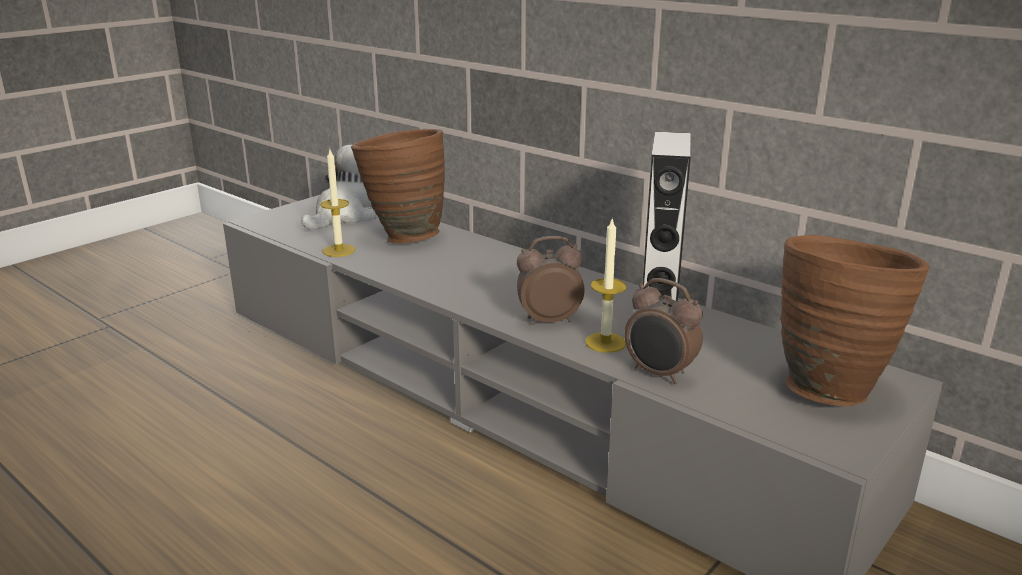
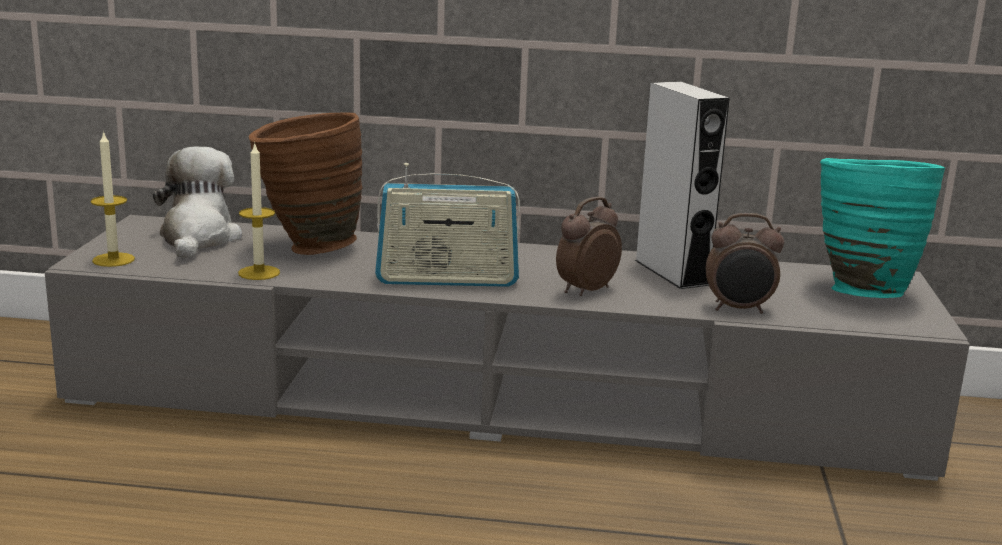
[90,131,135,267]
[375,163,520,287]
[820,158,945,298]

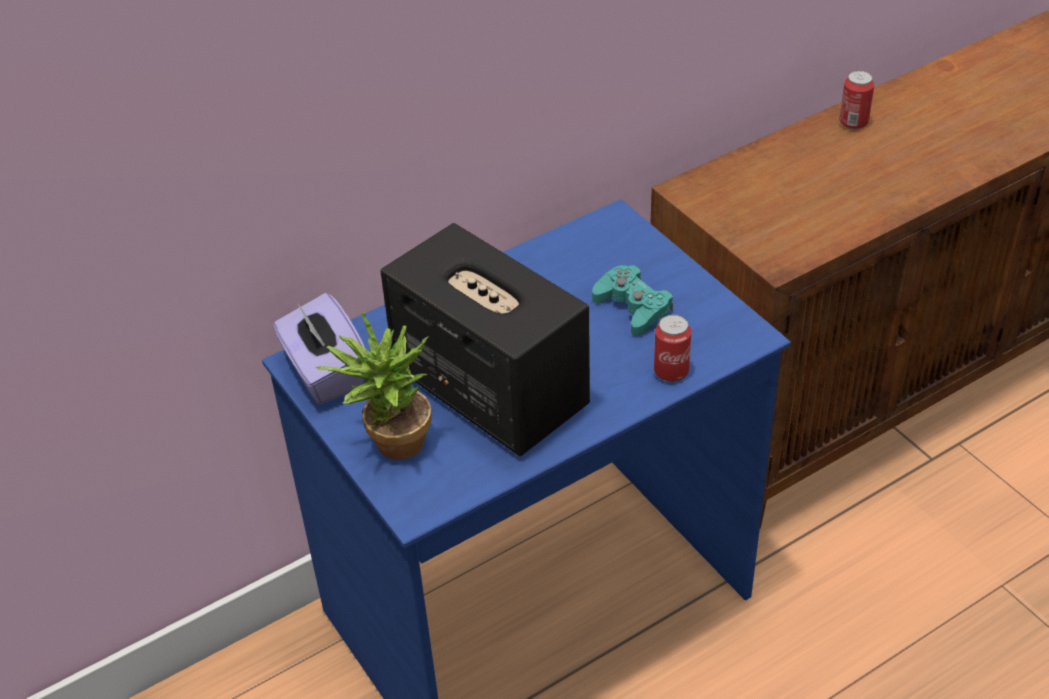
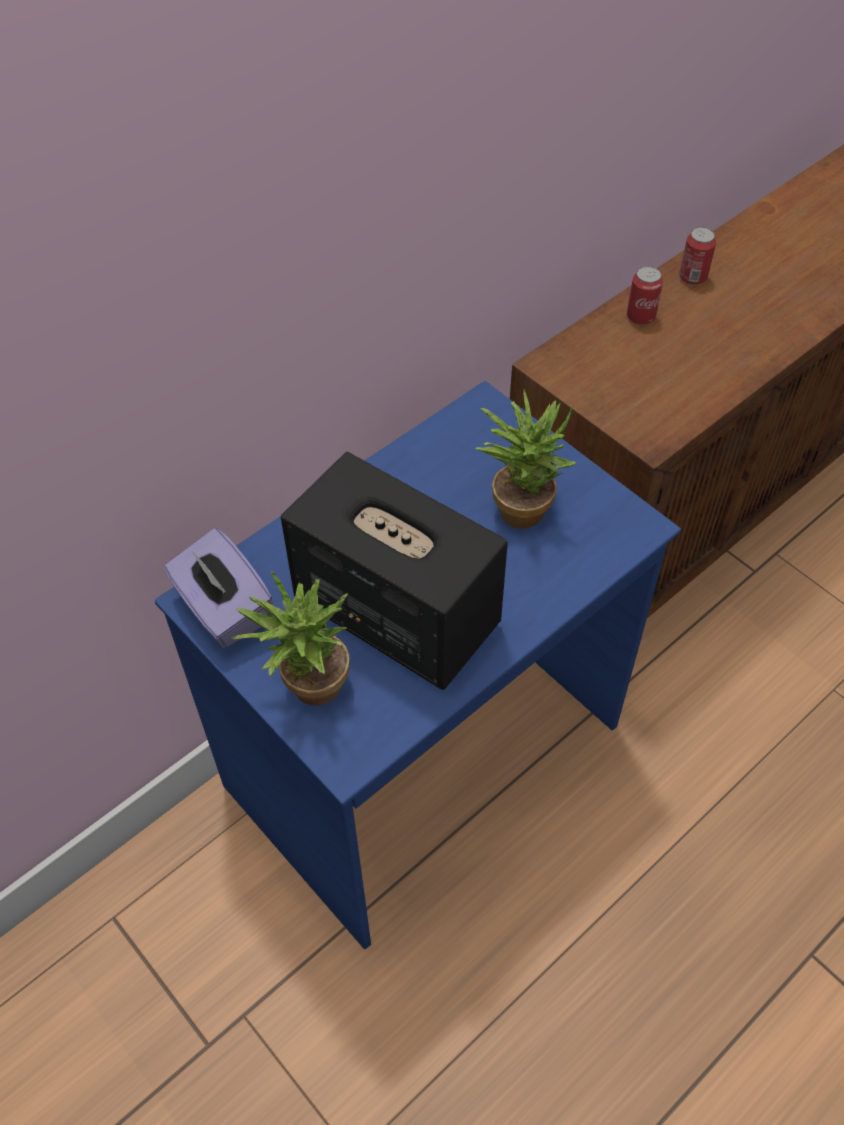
[475,389,576,529]
[627,266,663,325]

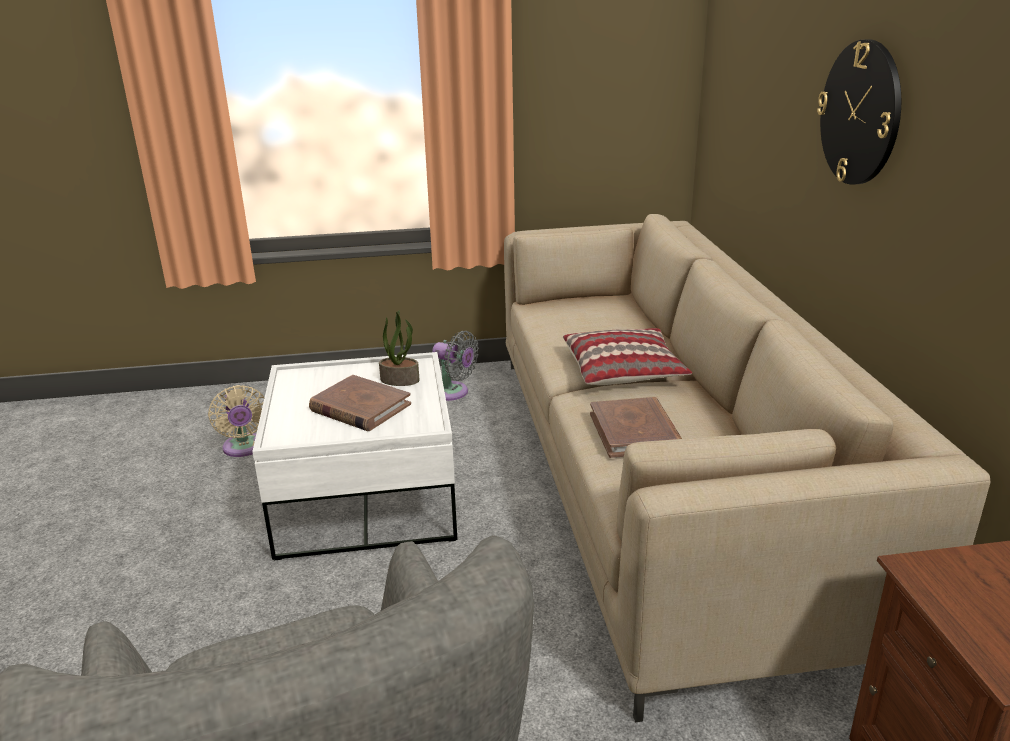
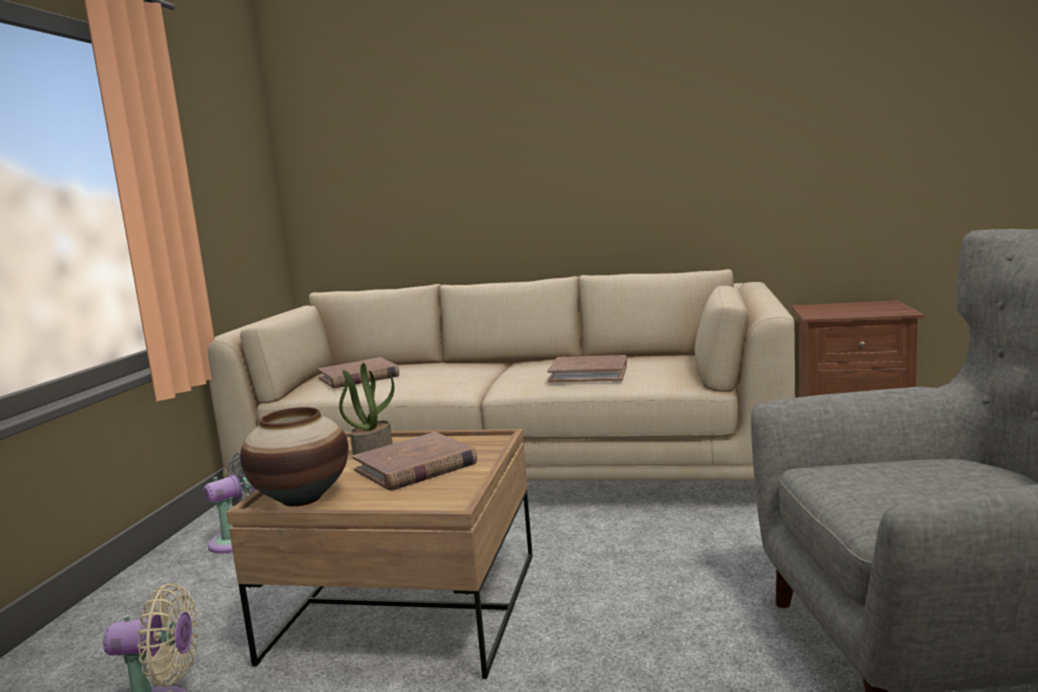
[226,429,533,679]
[240,407,348,507]
[318,357,399,388]
[563,328,692,385] (first image)
[817,39,901,185] (first image)

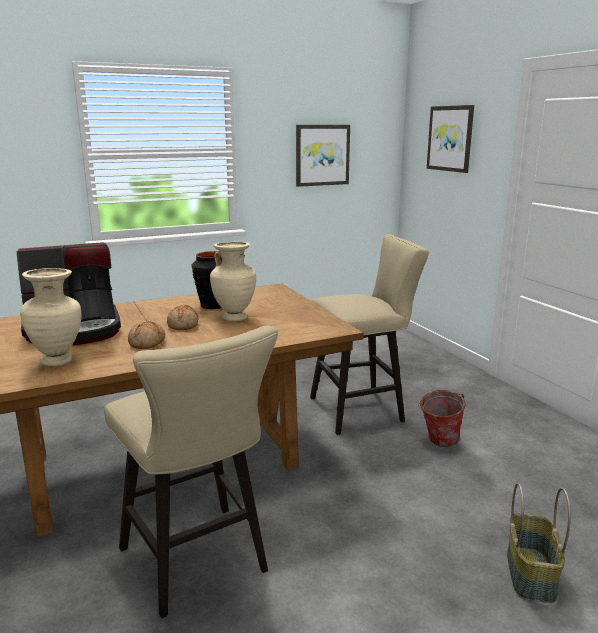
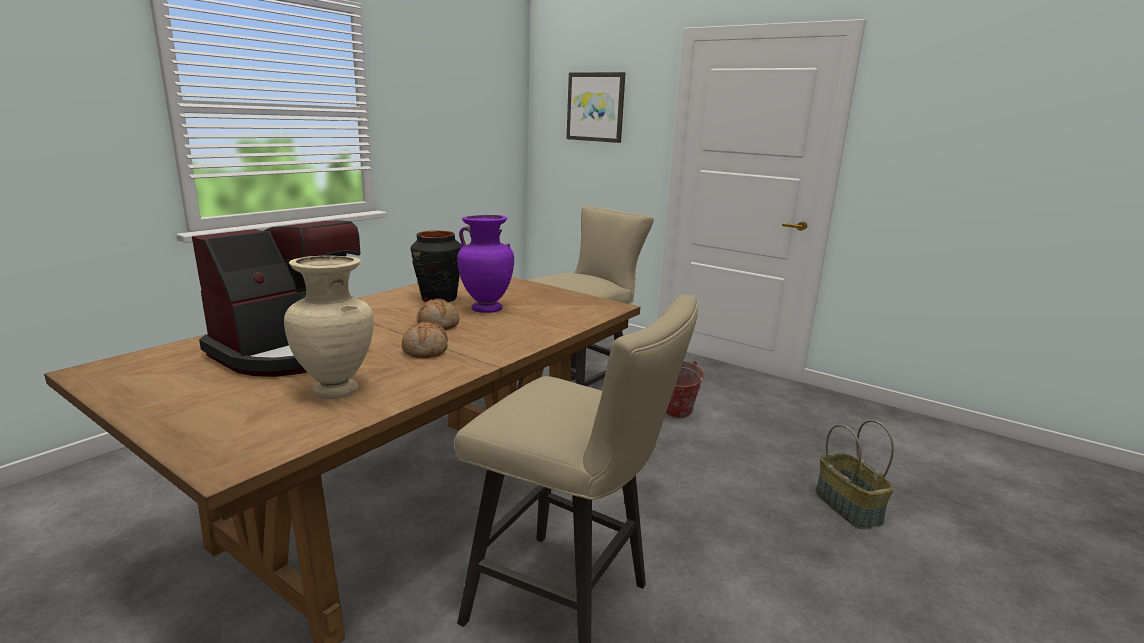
[457,215,514,313]
[296,125,350,187] (first image)

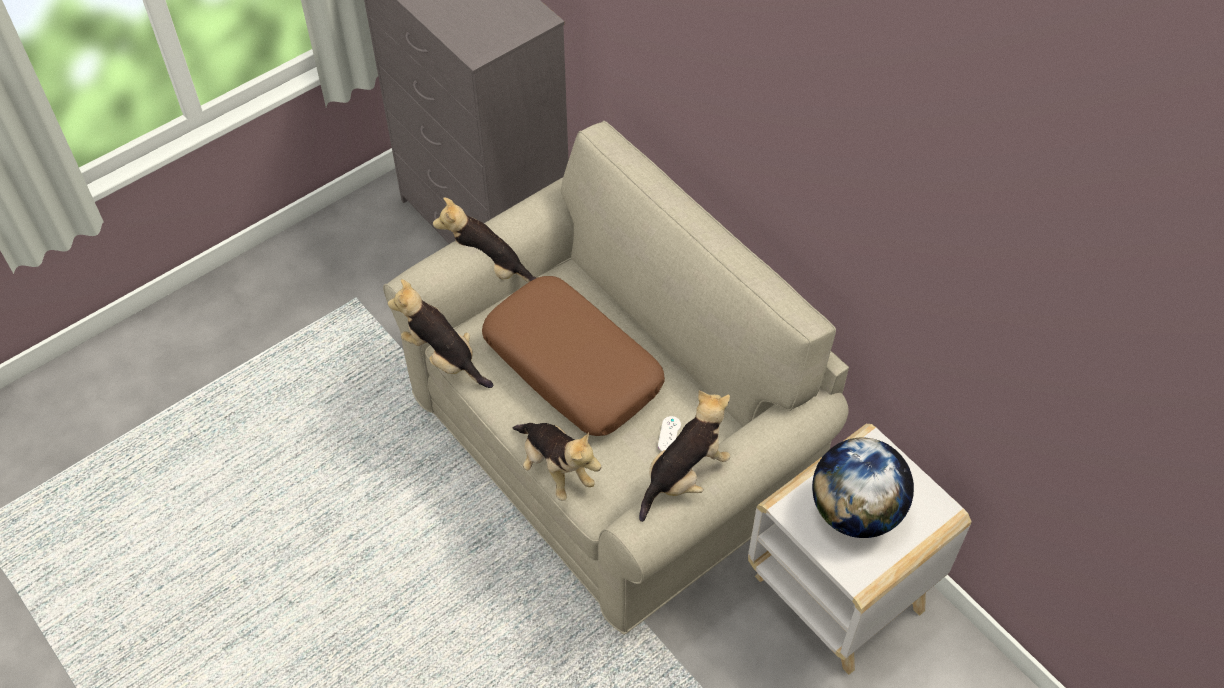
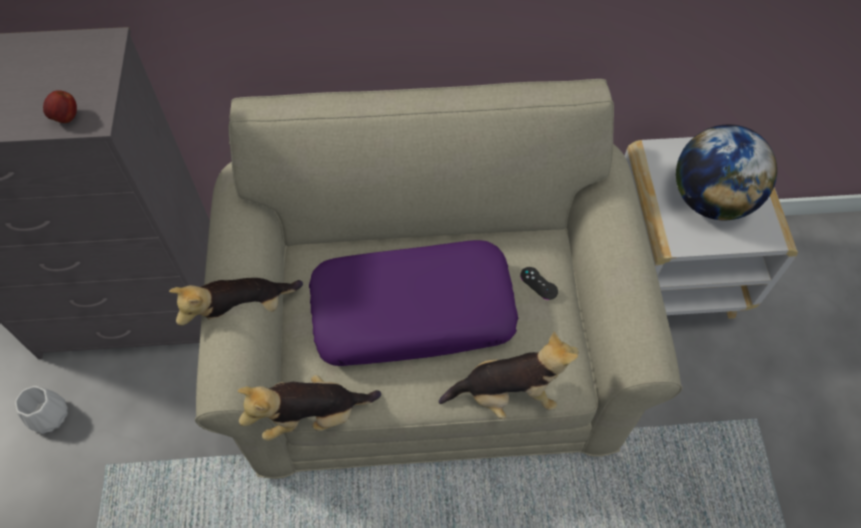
[15,386,68,434]
[43,90,77,123]
[309,240,518,366]
[520,267,558,300]
[639,390,730,522] (first image)

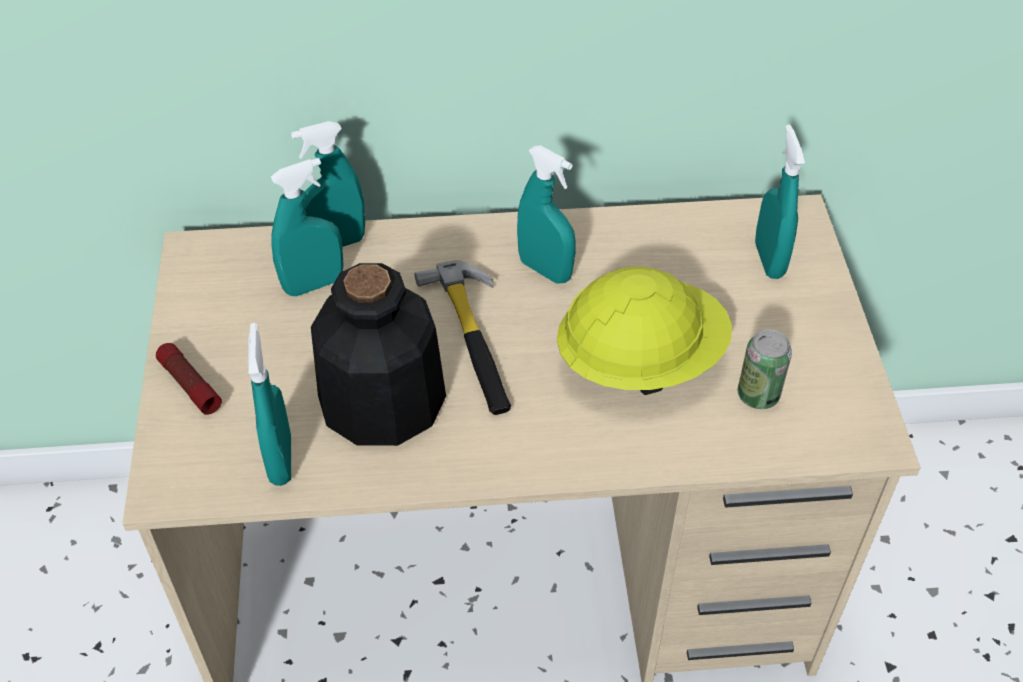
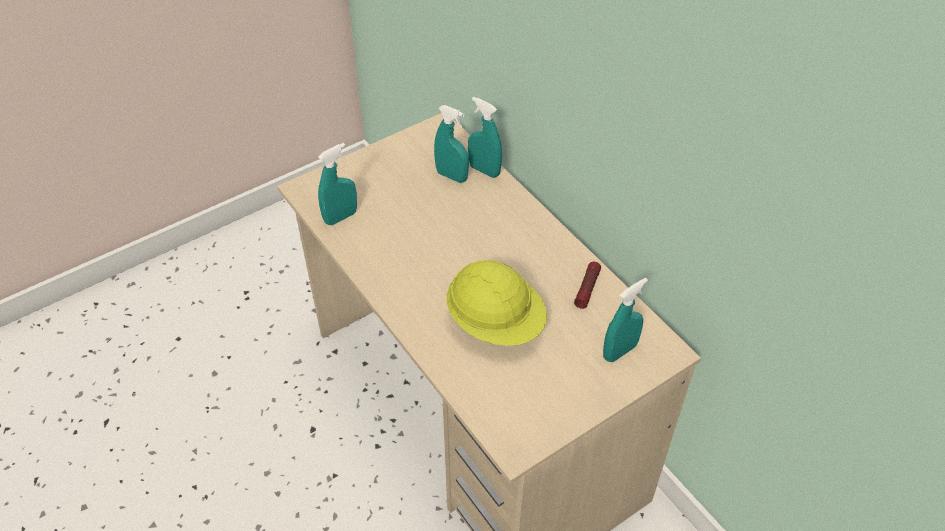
[574,262,601,309]
[311,263,446,446] (first image)
[415,260,511,415] (first image)
[517,145,575,284] (first image)
[738,329,792,409] (first image)

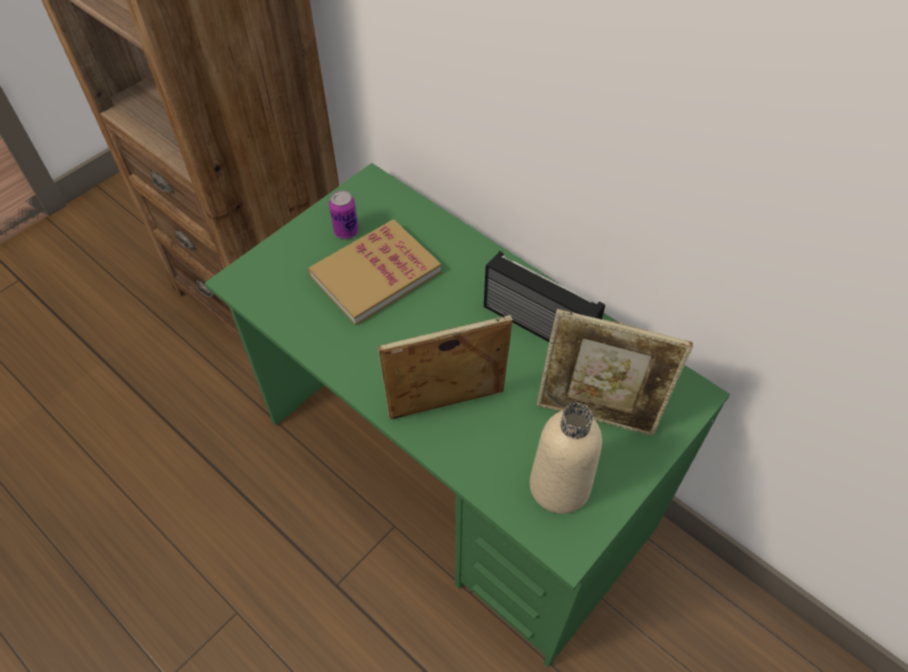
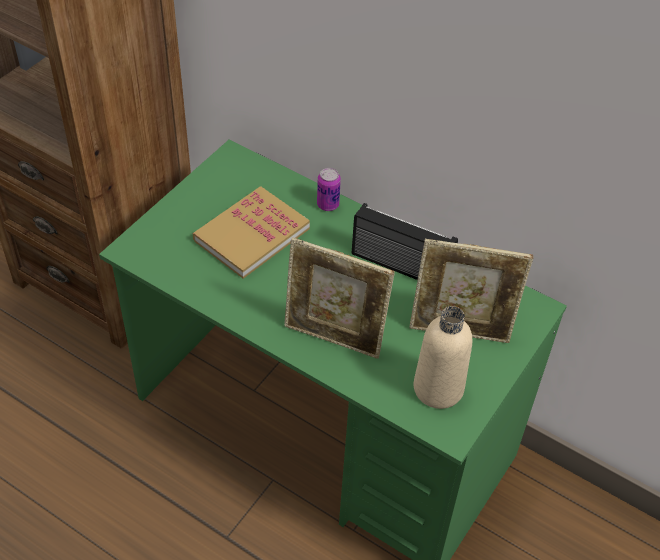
[284,237,395,359]
[317,168,341,211]

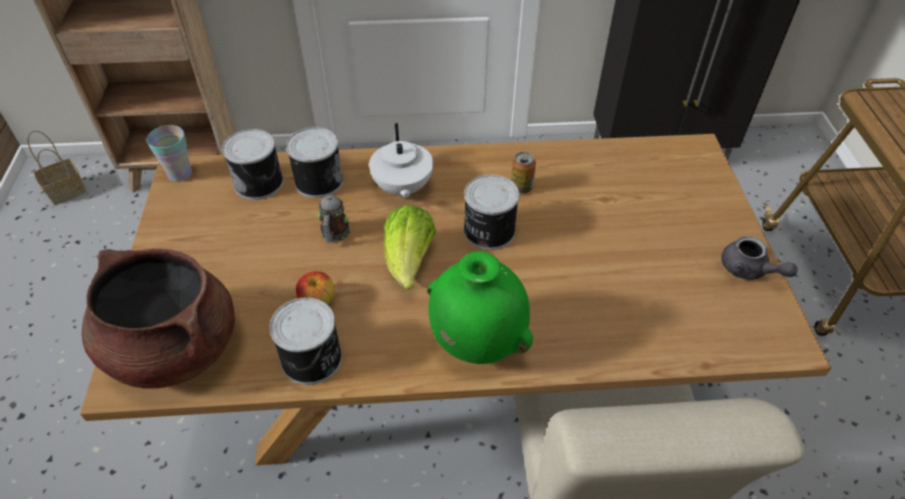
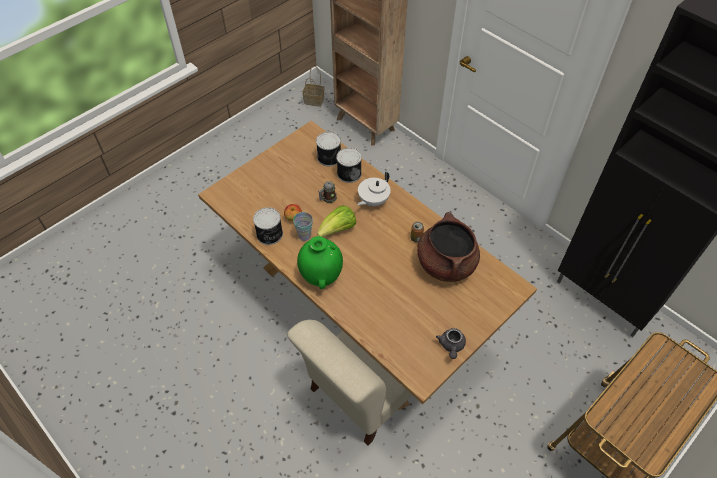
[293,212,313,241]
[417,212,480,282]
[464,175,519,250] (first image)

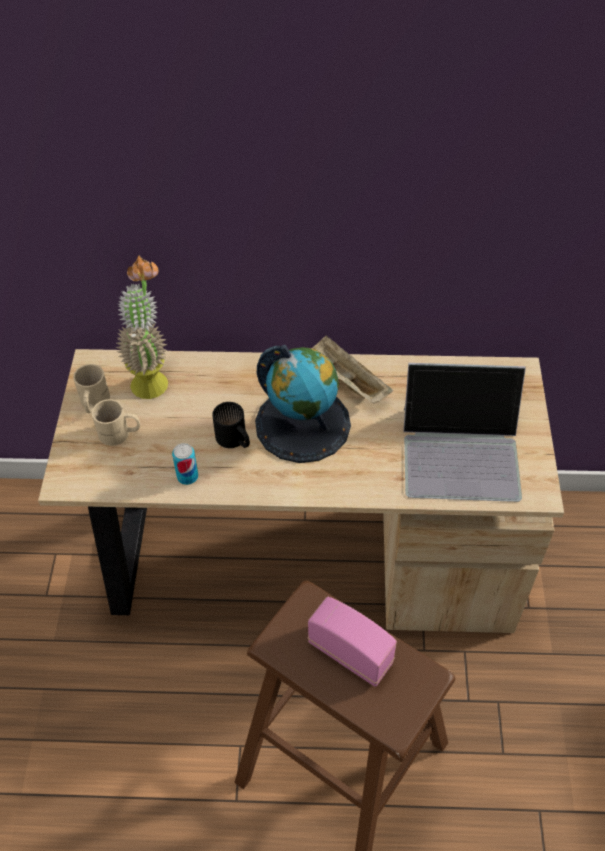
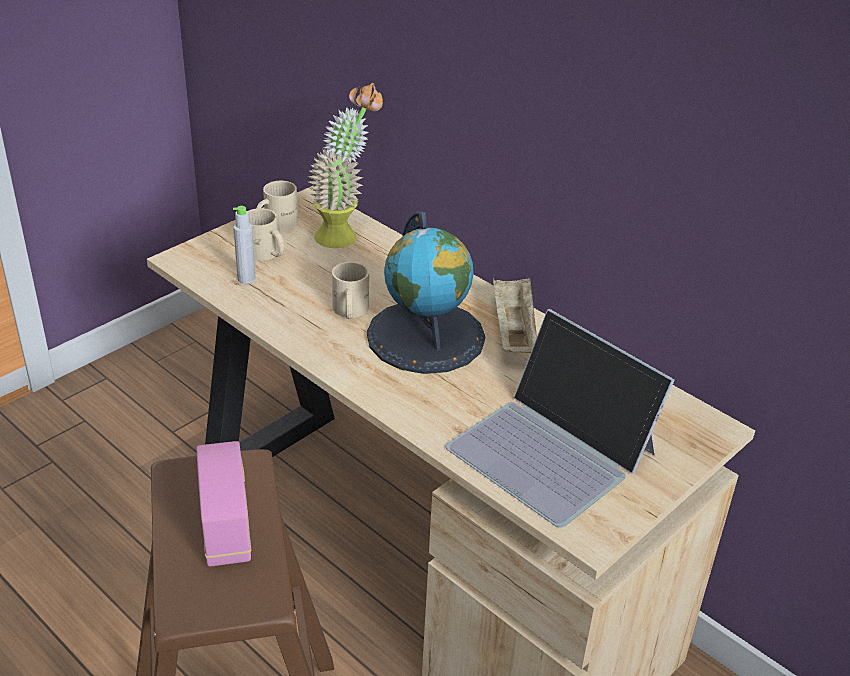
[233,206,256,284]
[332,262,369,319]
[172,443,198,485] (first image)

